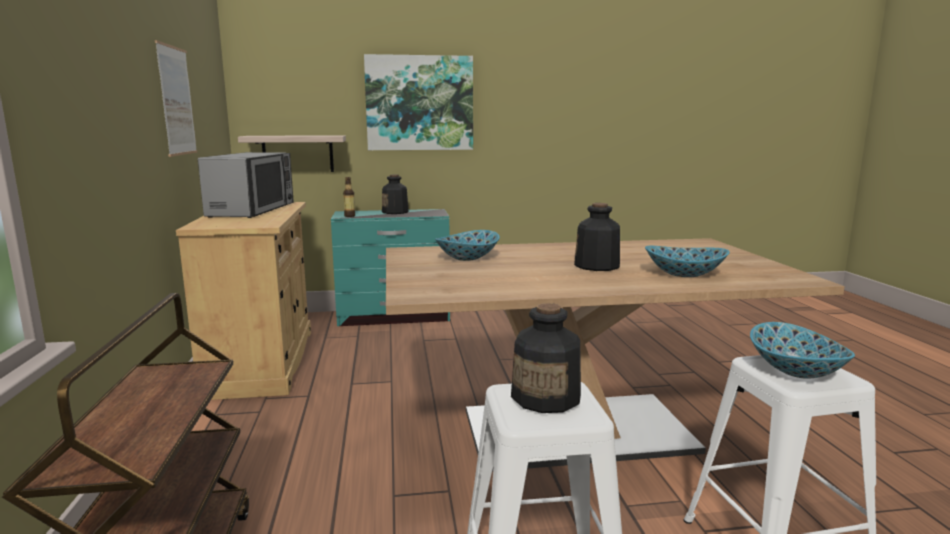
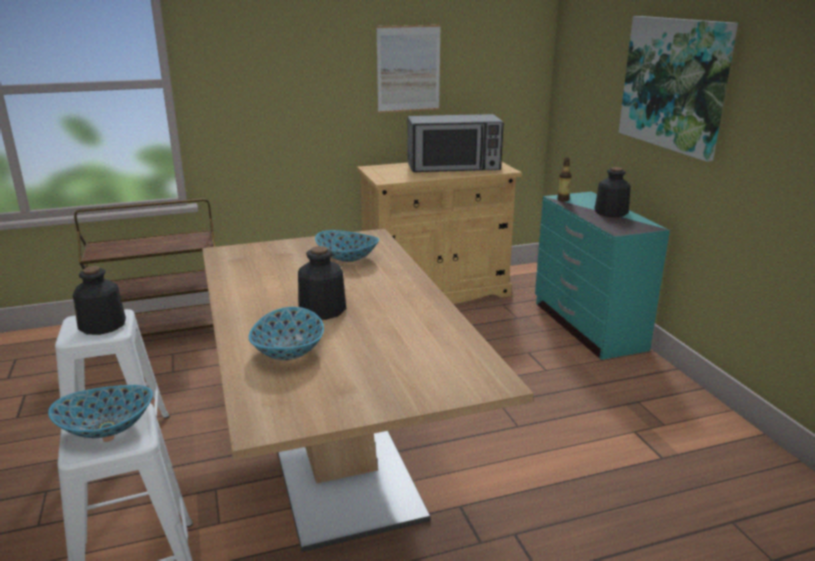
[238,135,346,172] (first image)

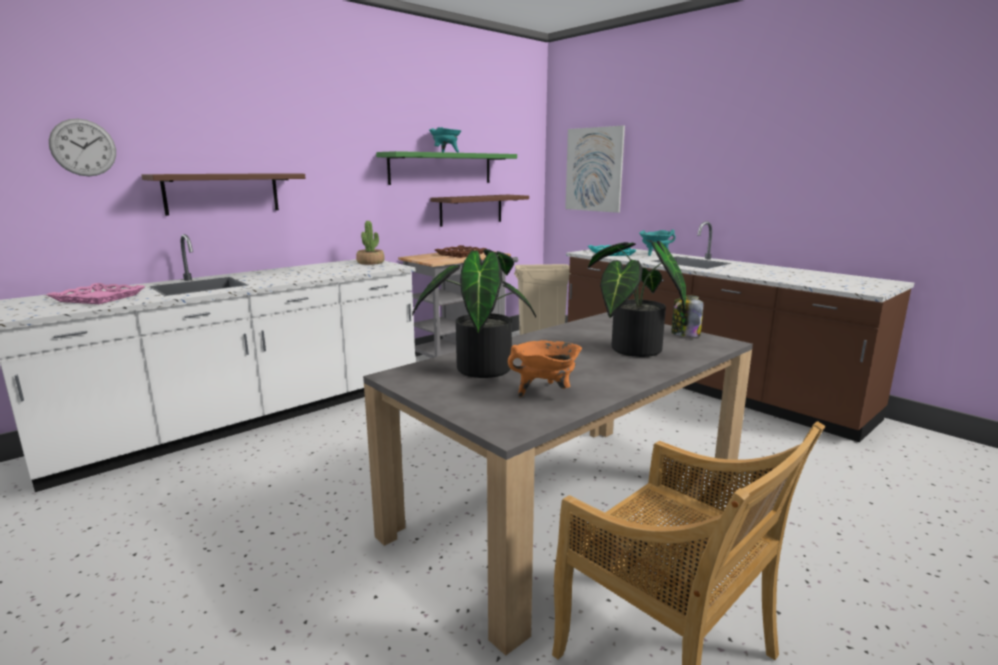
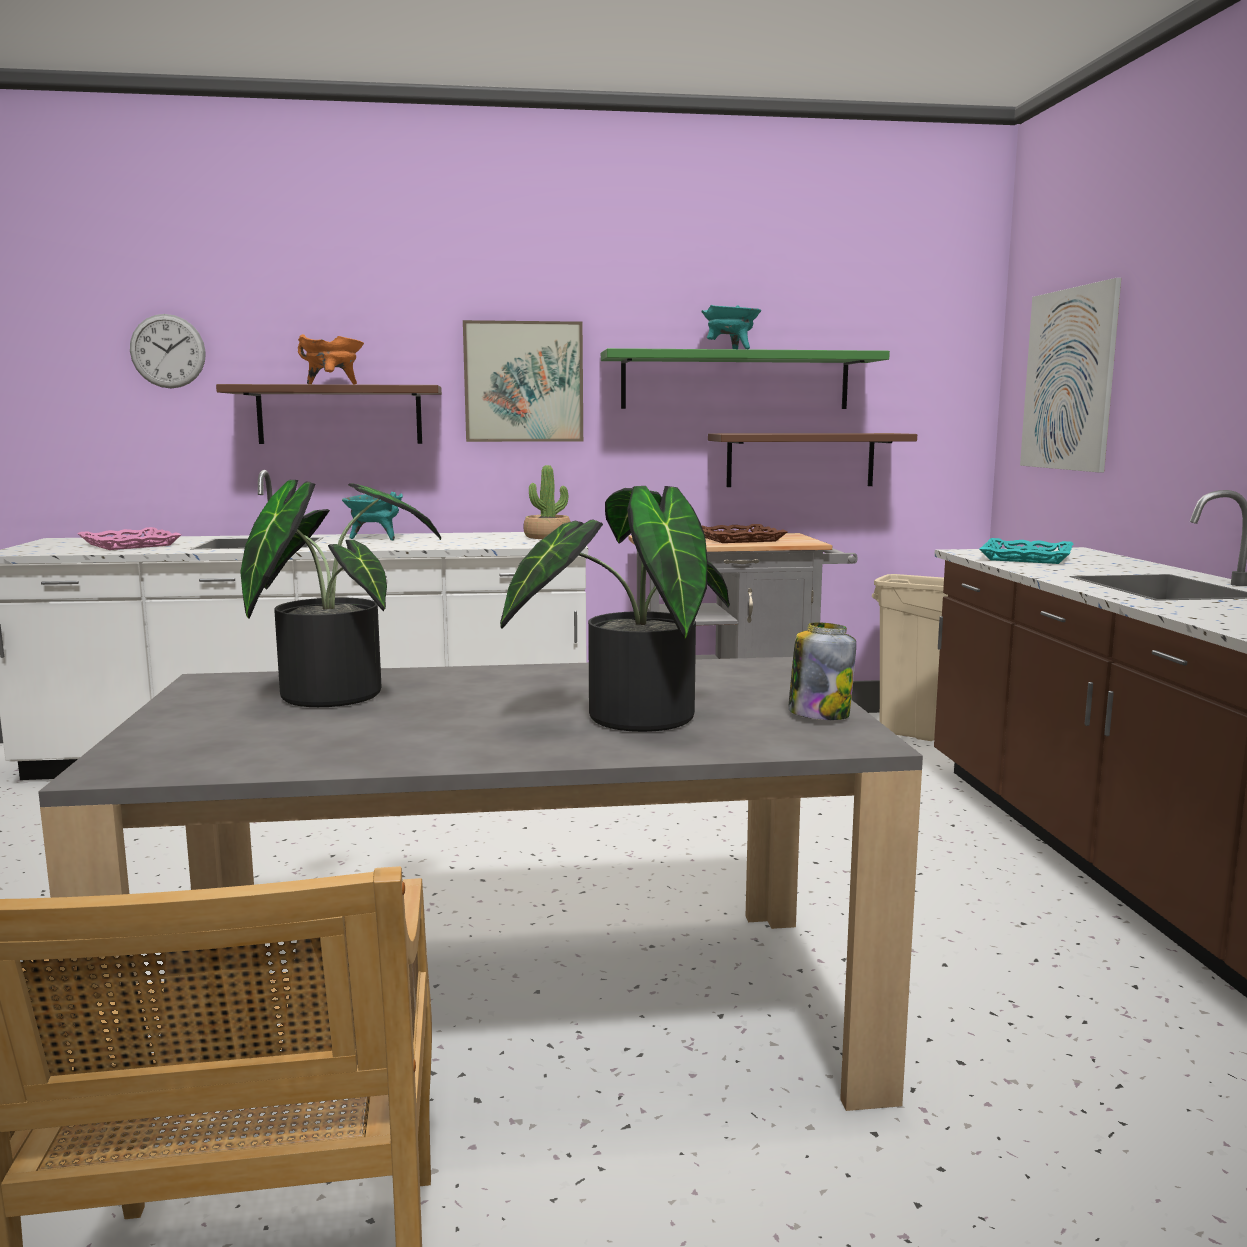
[298,334,364,385]
[342,492,403,540]
[463,320,583,442]

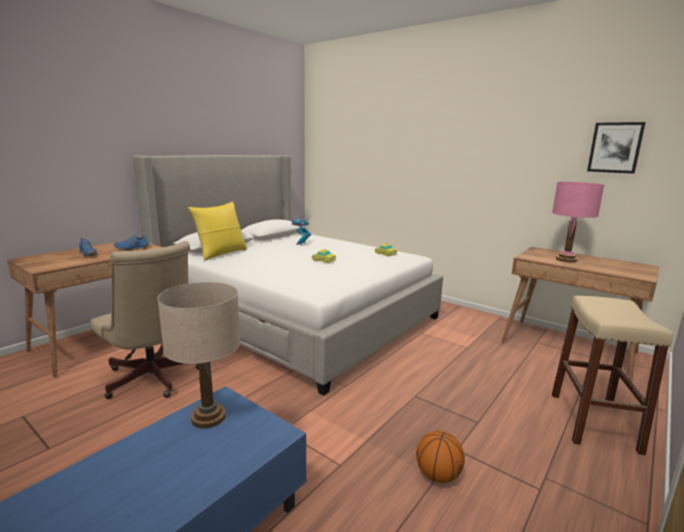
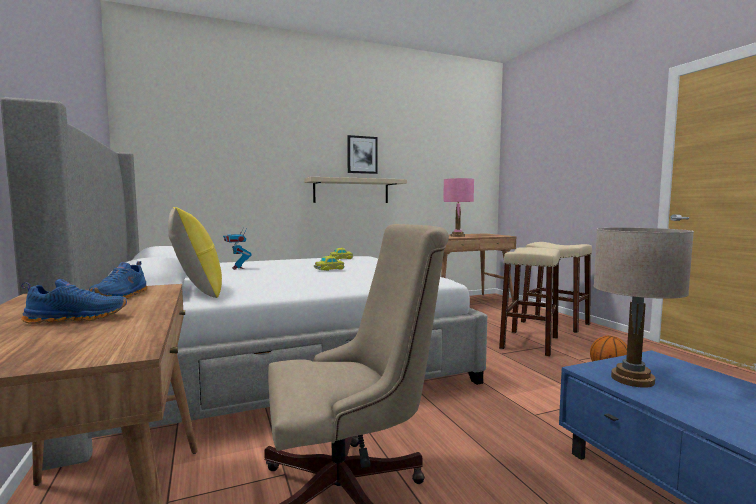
[304,177,407,203]
[347,135,378,174]
[499,247,560,357]

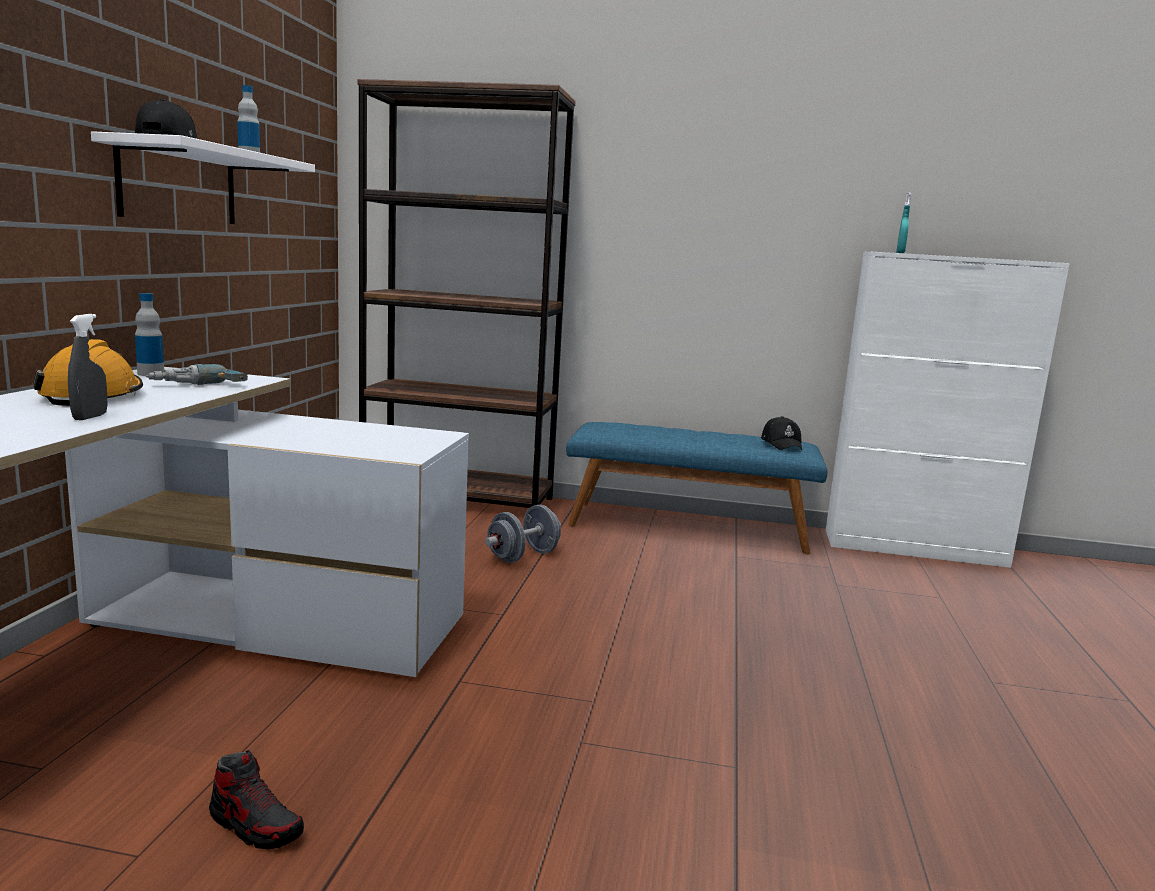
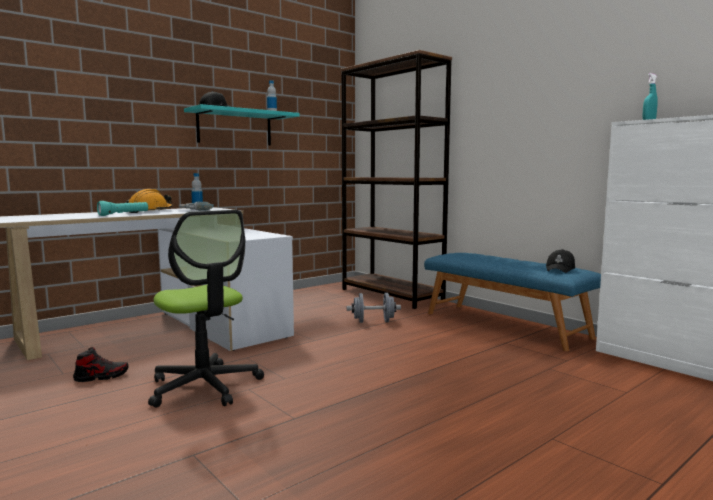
[73,347,128,382]
[97,201,148,216]
[148,210,264,408]
[184,104,300,145]

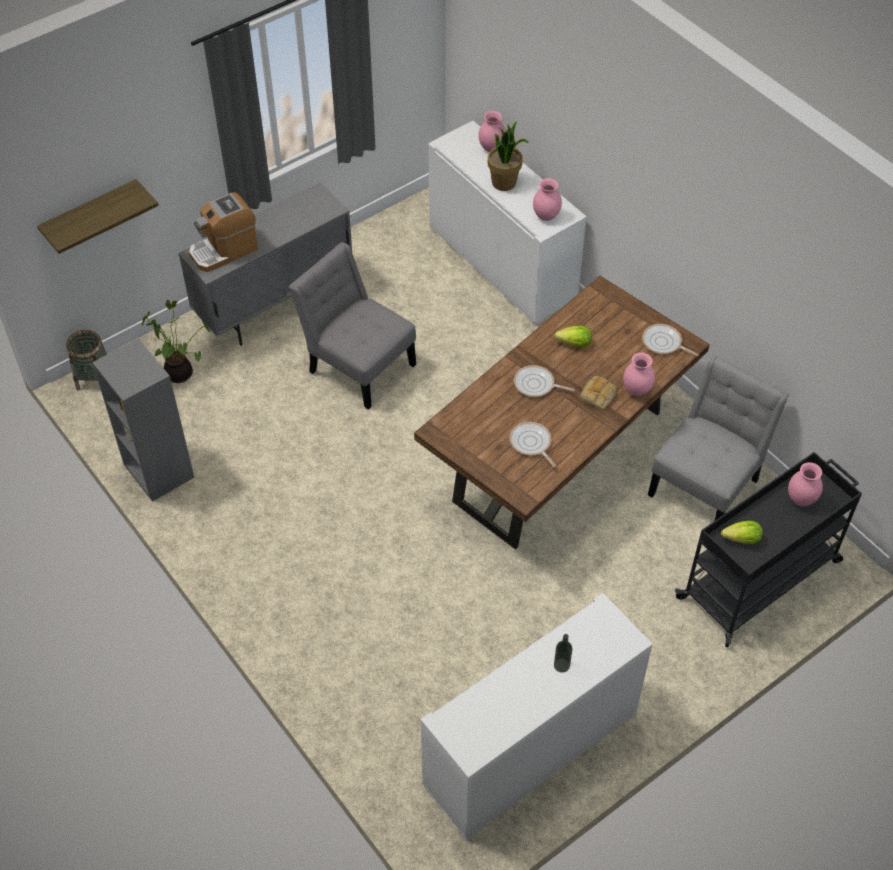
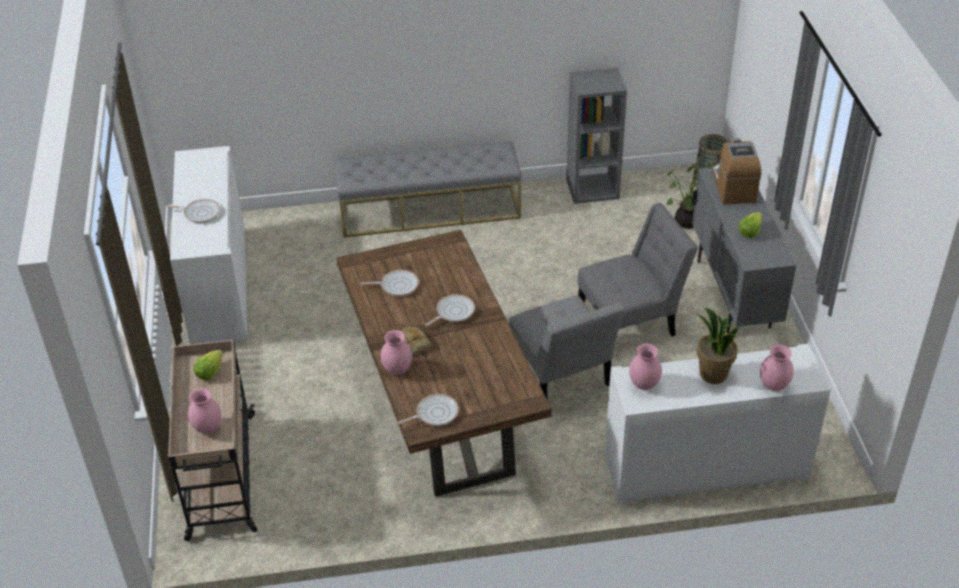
[166,199,220,223]
[168,340,257,541]
[335,141,521,238]
[509,296,625,400]
[738,212,762,238]
[37,179,159,254] (first image)

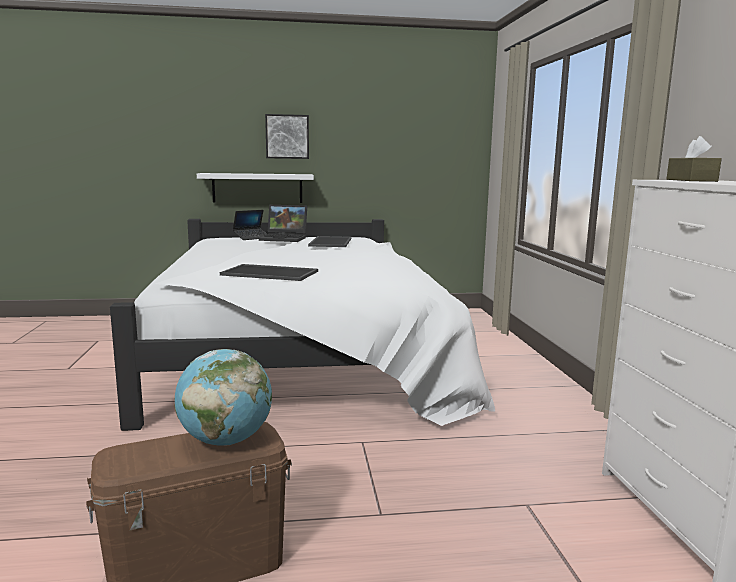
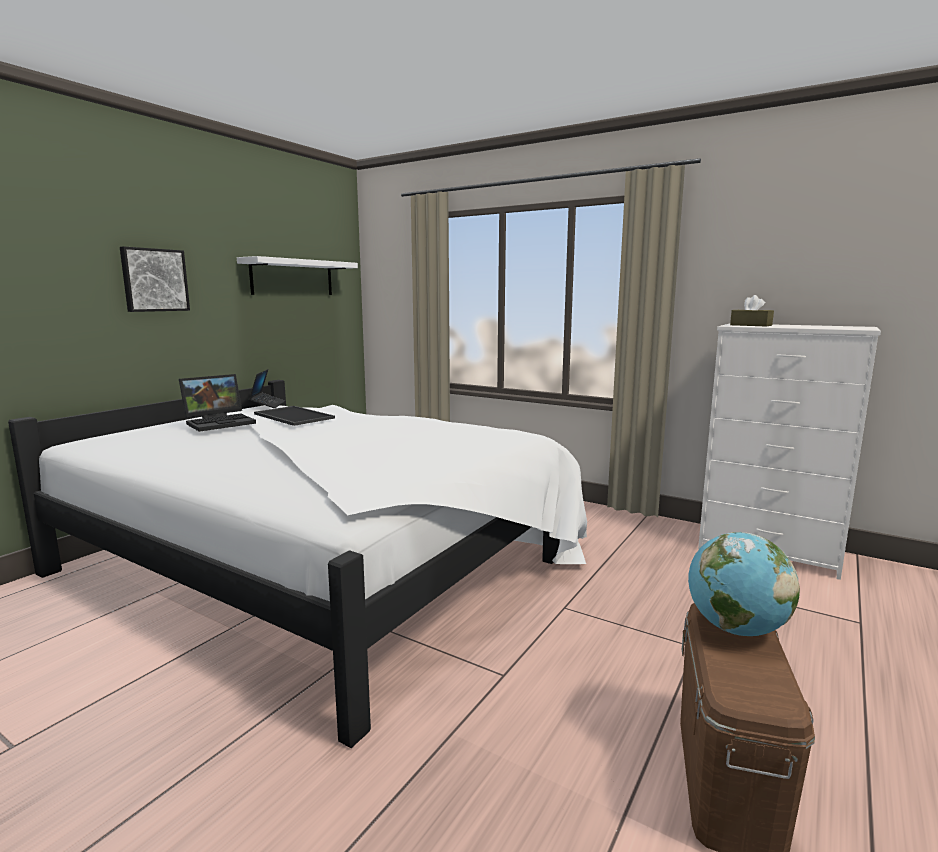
[237,256,358,295]
[249,369,285,408]
[220,264,318,281] (first image)

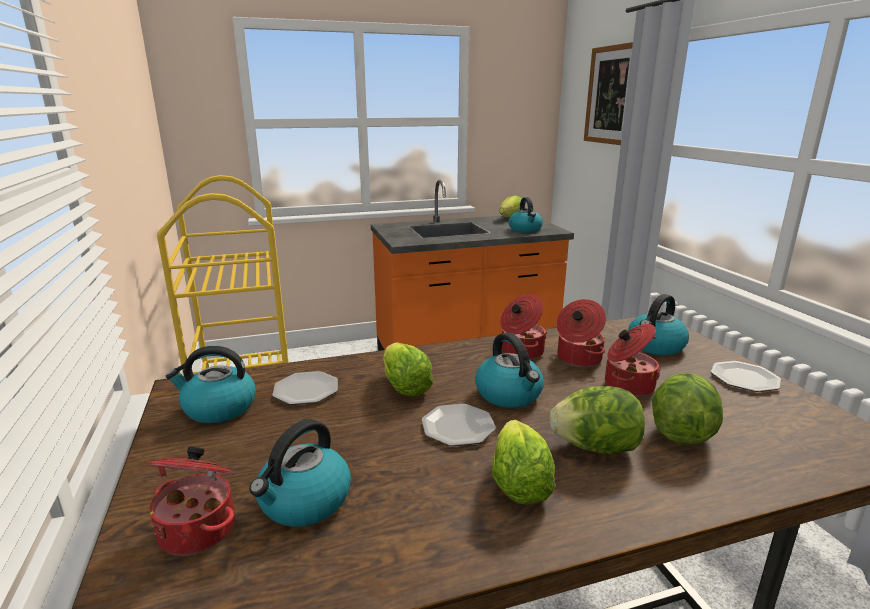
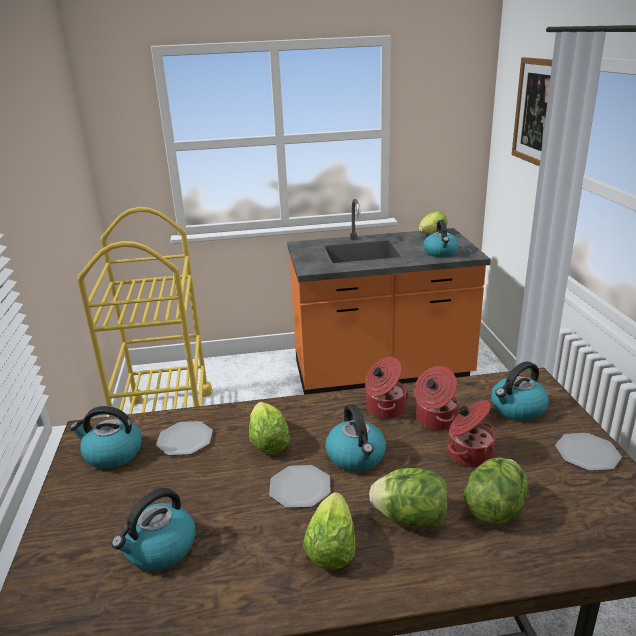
[146,446,235,556] (first image)

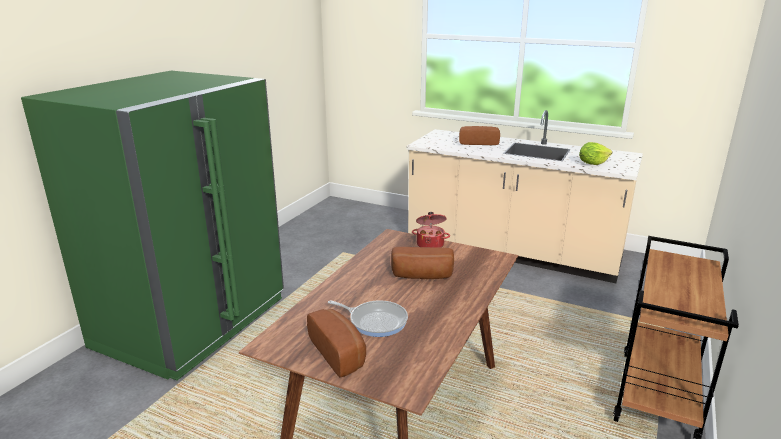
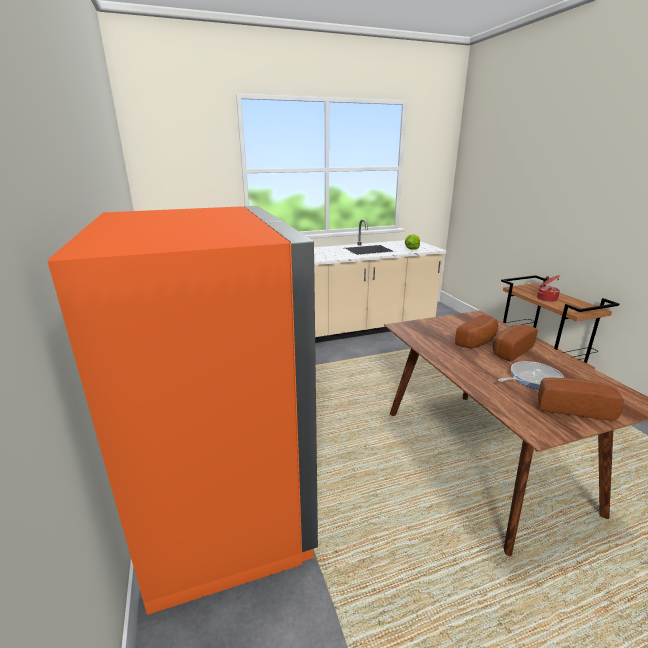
[47,206,318,615]
[493,324,538,362]
[537,275,560,302]

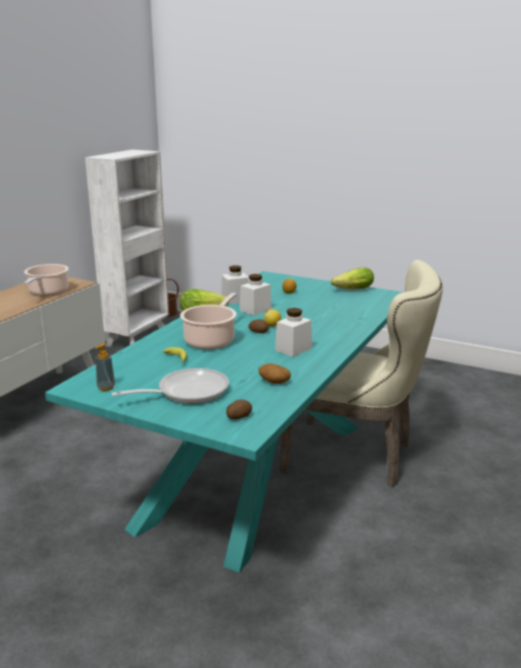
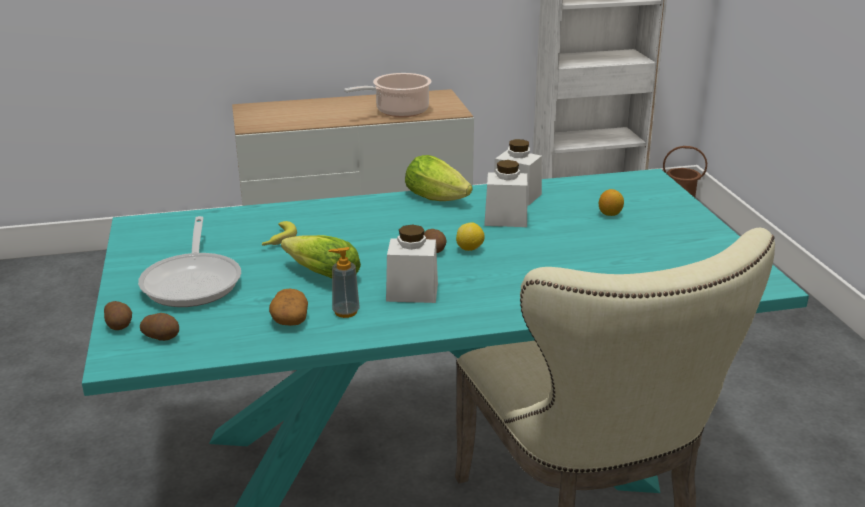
[104,301,132,330]
[138,216,241,307]
[281,235,361,278]
[328,247,359,318]
[180,293,237,349] (first image)

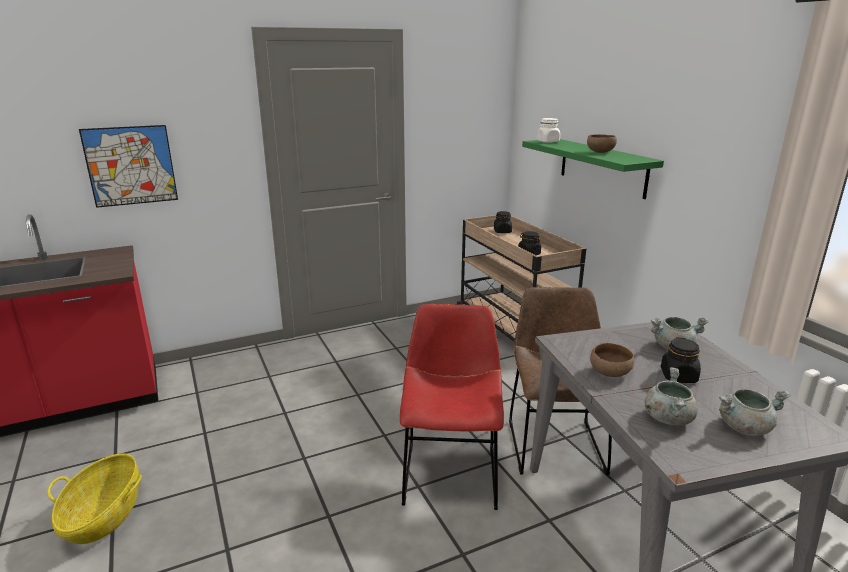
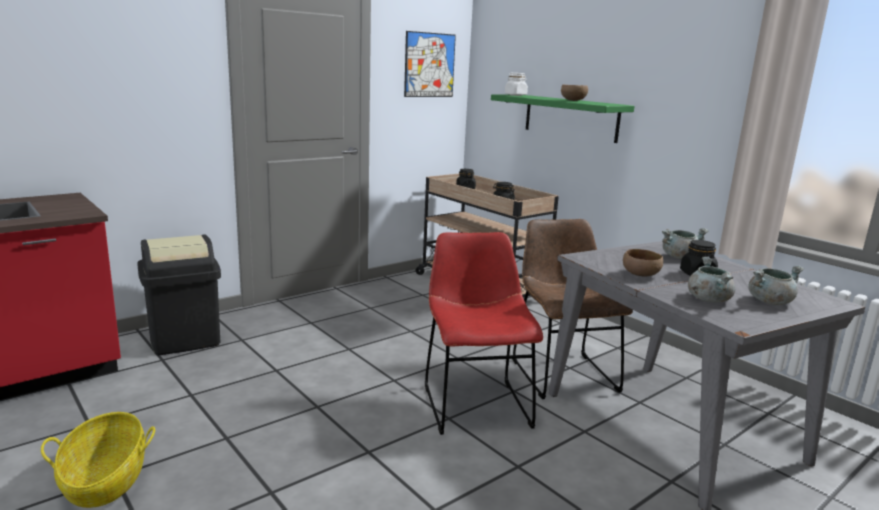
[137,235,221,355]
[404,31,456,97]

